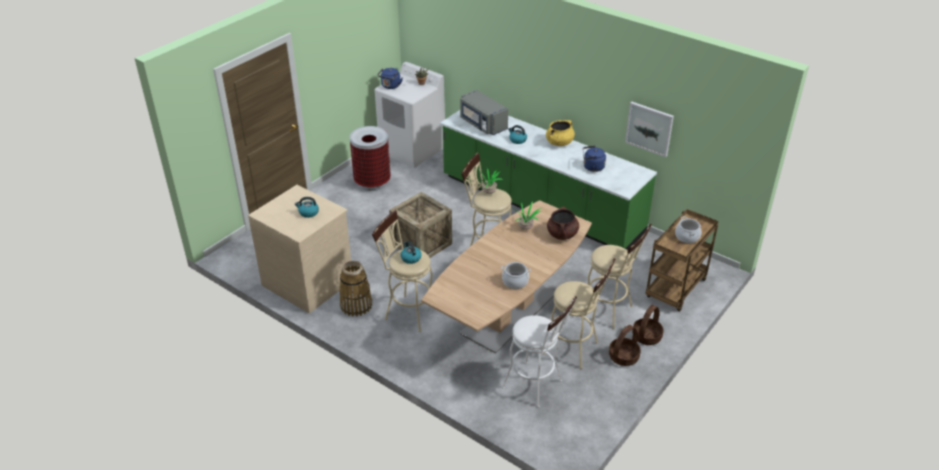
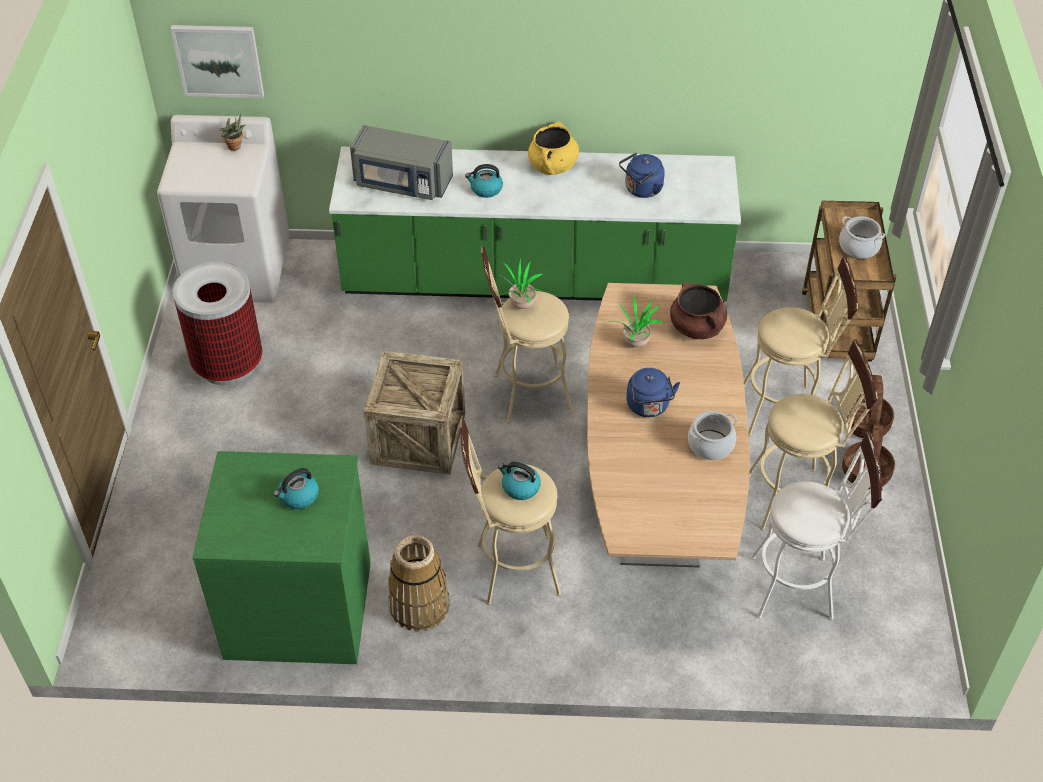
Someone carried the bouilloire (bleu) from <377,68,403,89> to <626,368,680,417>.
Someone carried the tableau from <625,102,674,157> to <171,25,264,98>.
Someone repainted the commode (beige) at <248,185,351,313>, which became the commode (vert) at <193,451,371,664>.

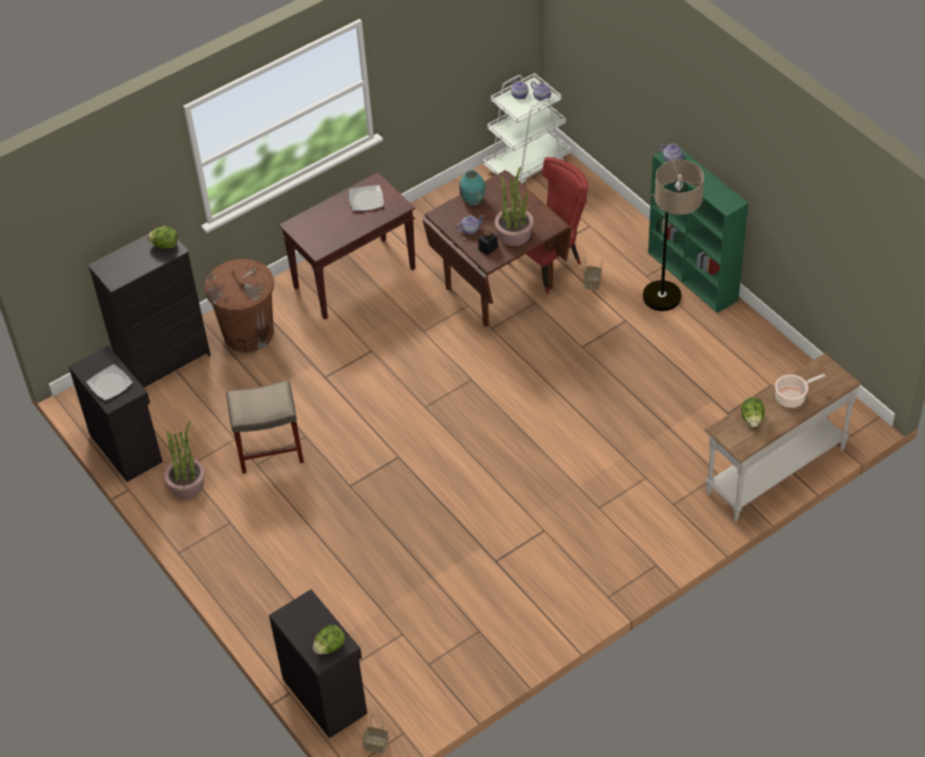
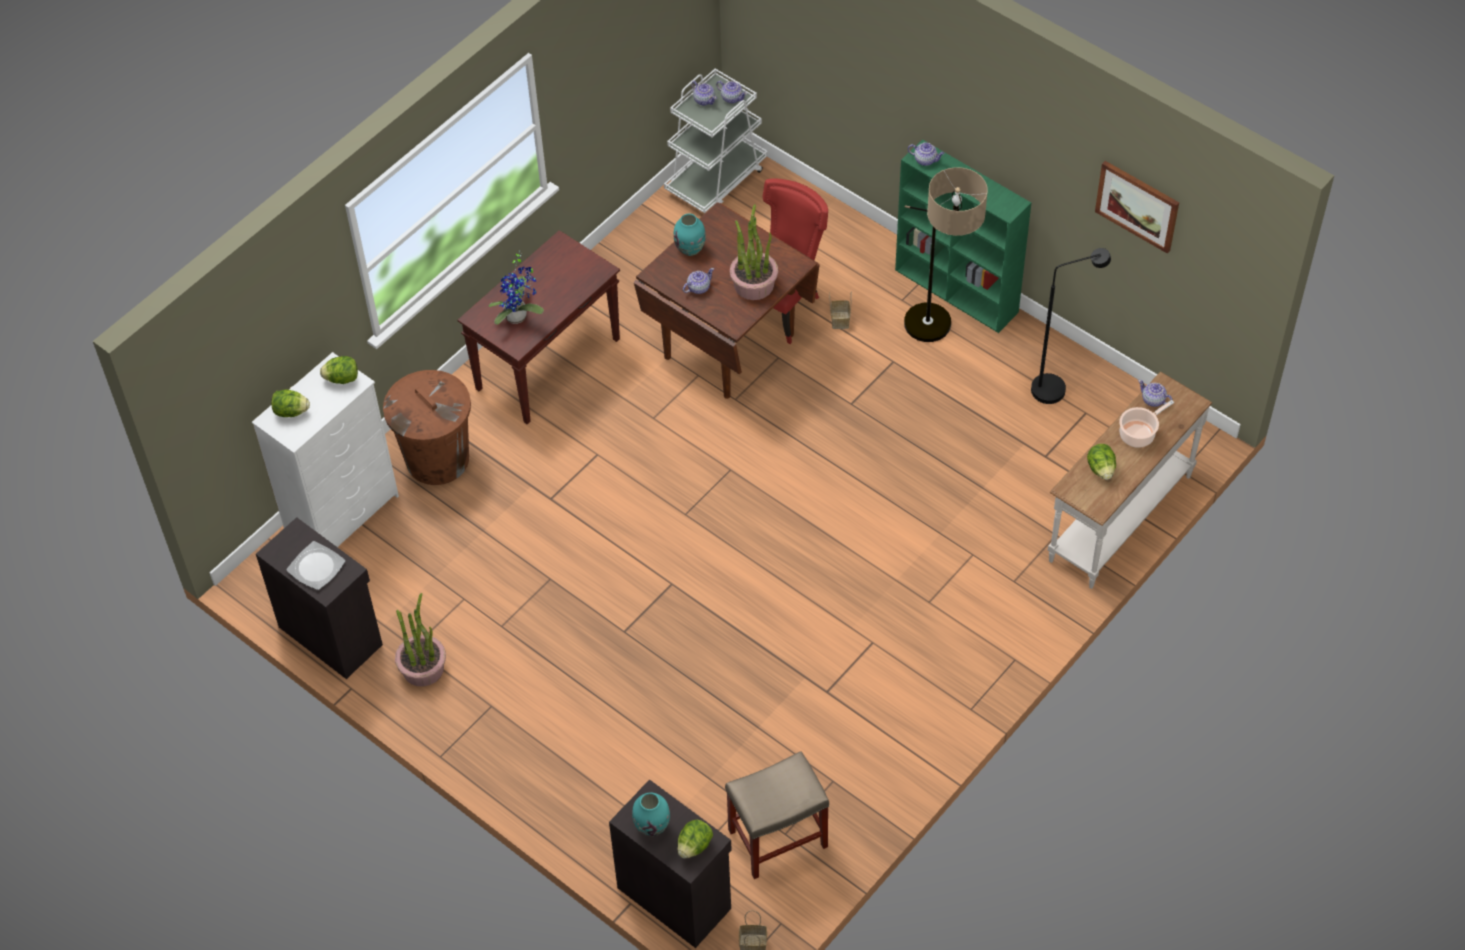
Someone took away the assiette at <349,185,384,211>.
Someone repainted the commode (noir) at <88,225,211,388>, which became the commode (blanc) at <252,352,399,547>.
Someone took away the bocal (noir) at <478,230,498,256>.
Someone carried the tabouret (beige) from <226,380,304,474> to <725,751,829,879>.
Someone put up the tableau at <1095,161,1179,253>.
Someone put down the lampadaire (noir) at <1031,248,1111,404>.
Someone put down the plante en pot at <489,250,544,325>.
Someone put down the théière at <1138,380,1173,407>.
Someone put down the laitue at <271,389,310,417>.
Someone put down the vase (turquoise) at <632,793,670,836>.

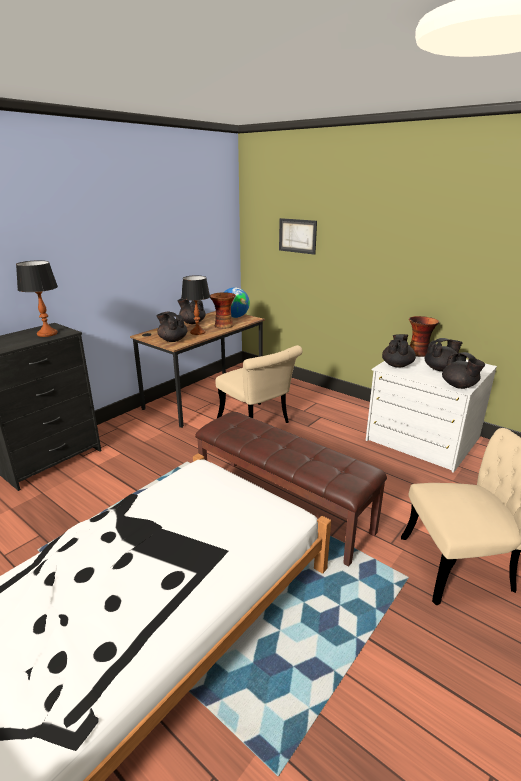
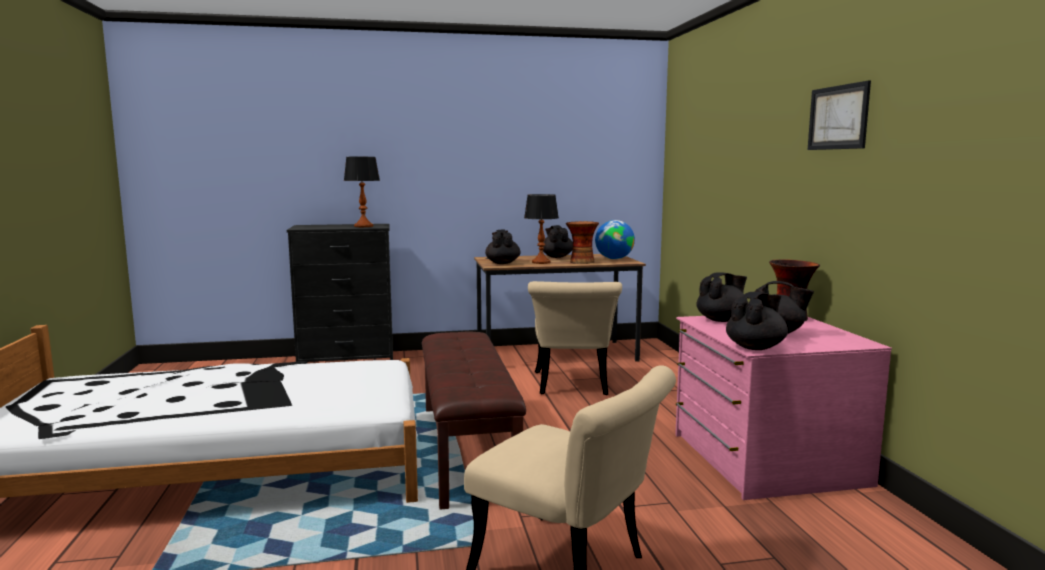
Someone carried the tableau from <279,218,317,255> to <808,80,871,150>.
Someone rotated the théière (noir) at <442,352,485,389> by 150 degrees counterclockwise.
Someone repainted the commode (blanc) at <366,356,497,473>, which became the commode (rose) at <675,316,892,500>.

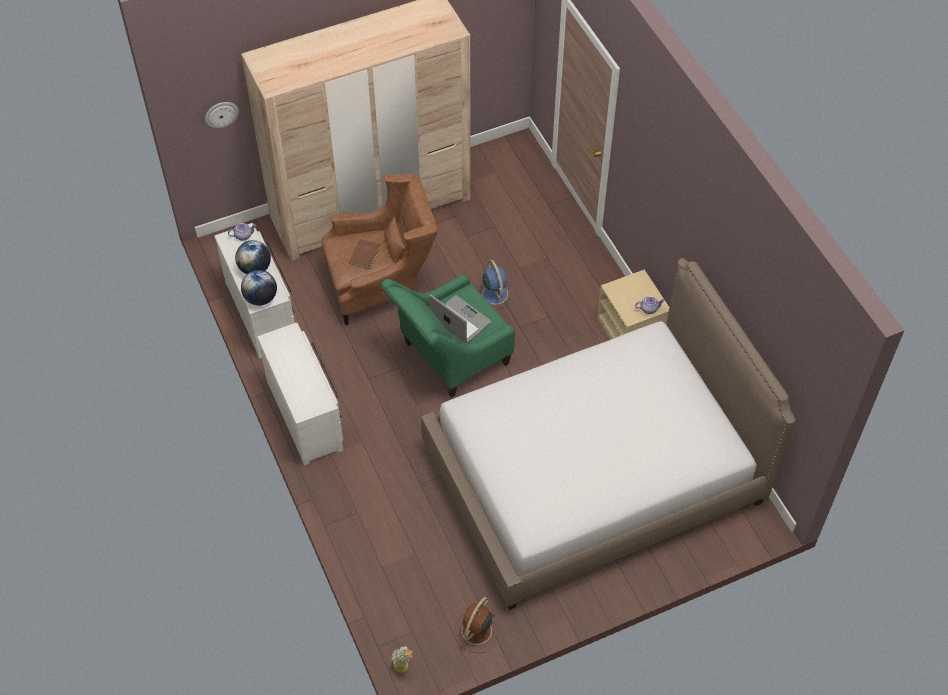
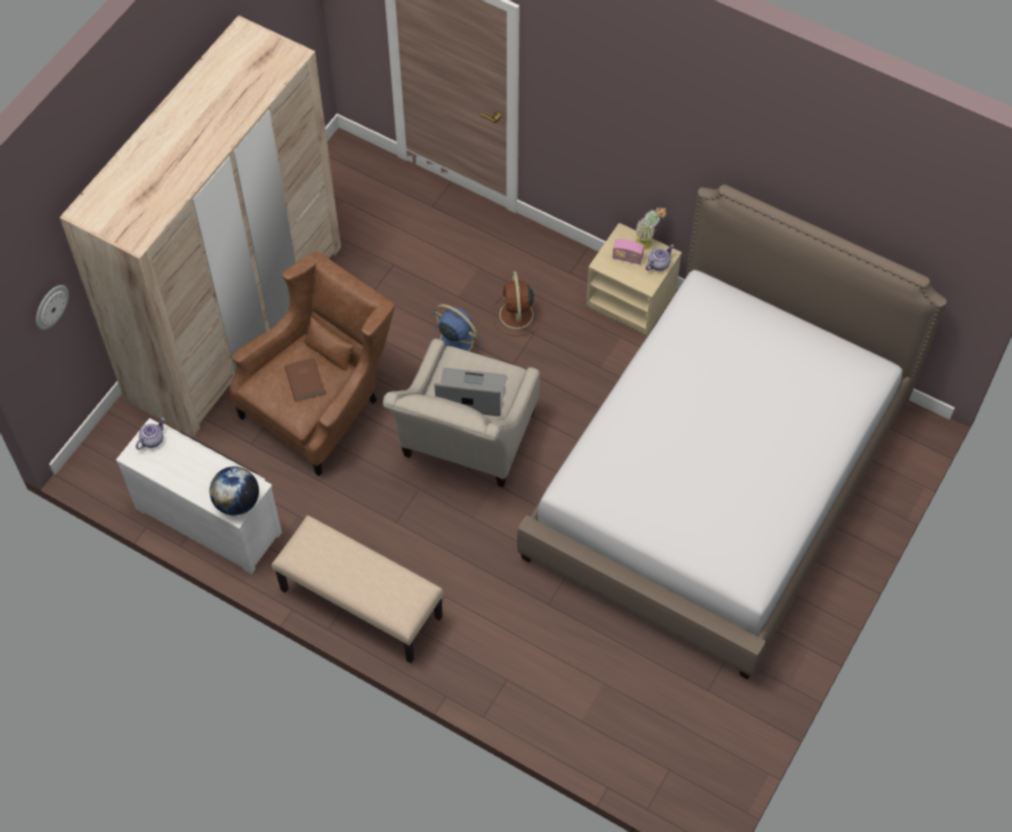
Someone took away the globe at <235,240,271,274>.
Someone repainted the fauteuil (vert) at <381,274,515,398>, which became the fauteuil (beige) at <383,339,540,487>.
Someone swapped the commode (blanc) at <257,323,343,465> for the banc (beige) at <272,515,444,663>.
Someone carried the ventilateur (marron) from <454,597,497,653> to <492,271,542,336>.
Someone carried the plante en pot from <391,646,413,673> to <636,207,667,250>.
Someone put down the radio at <612,239,644,264>.

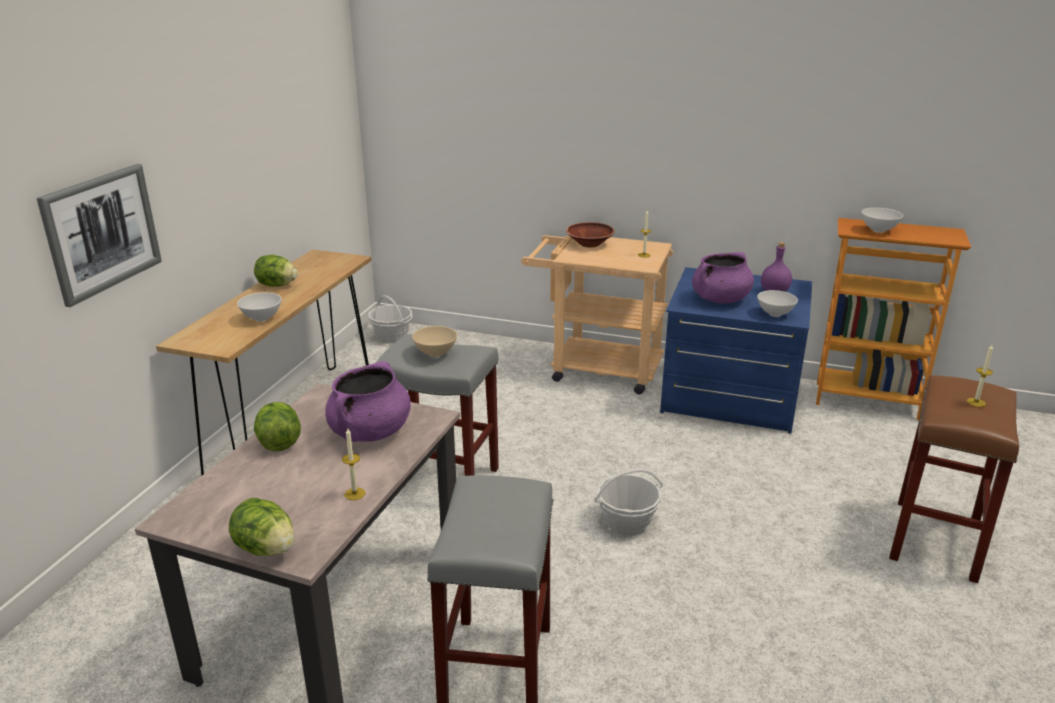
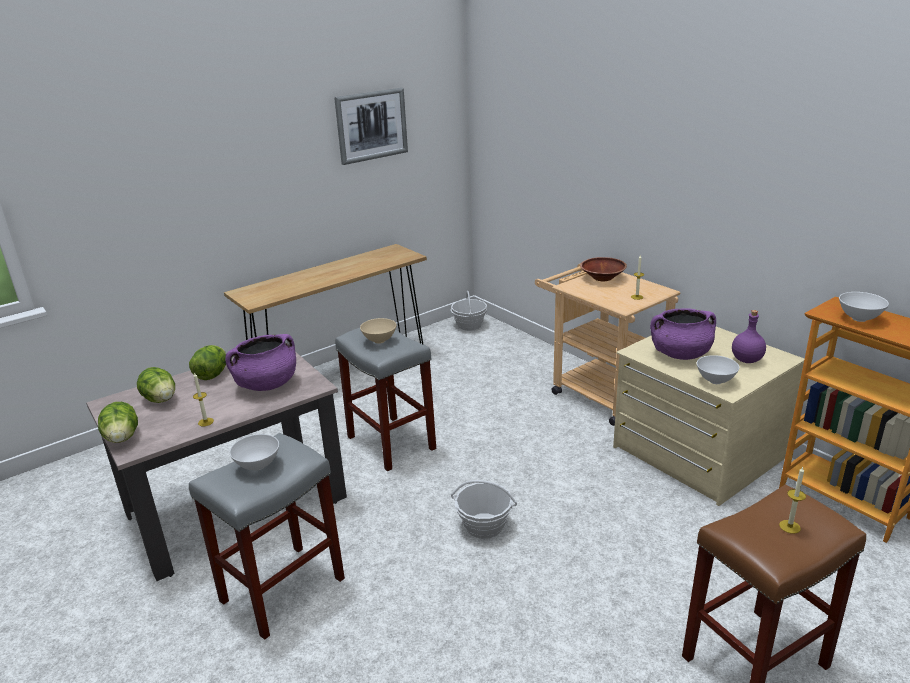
Someone carried the tableau from <37,164,162,307> to <334,88,408,165>.
Someone carried the laitue from <254,255,298,287> to <137,367,175,403>.
Someone repainted the commode (bleu) at <660,267,812,434>, which became the commode (beige) at <613,327,804,506>.
Someone carried the bol (blanc) from <237,293,282,322> to <230,434,279,470>.

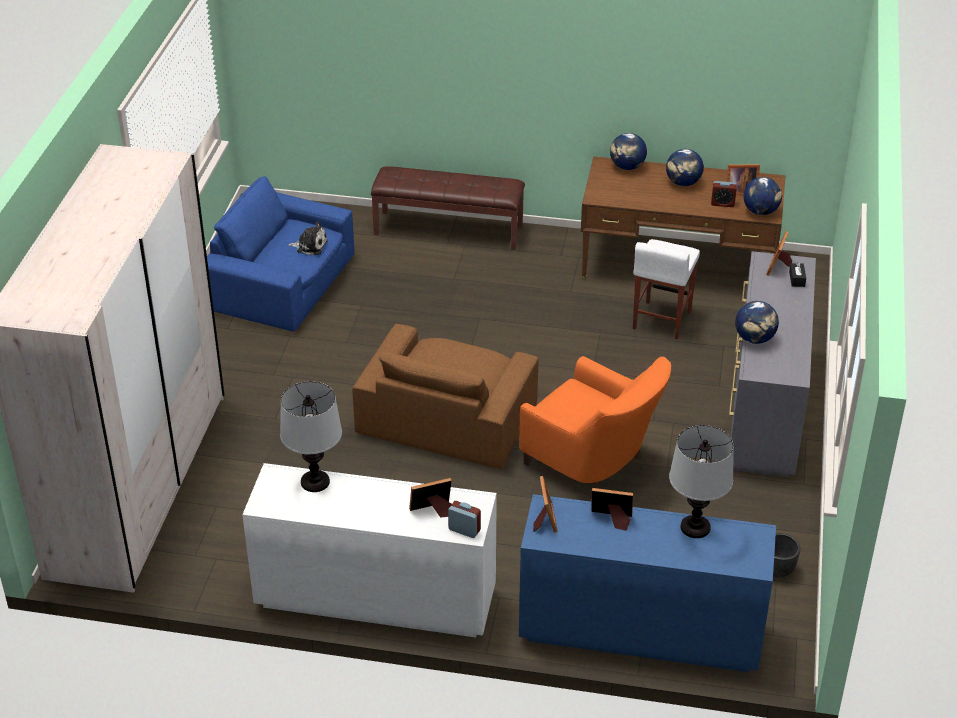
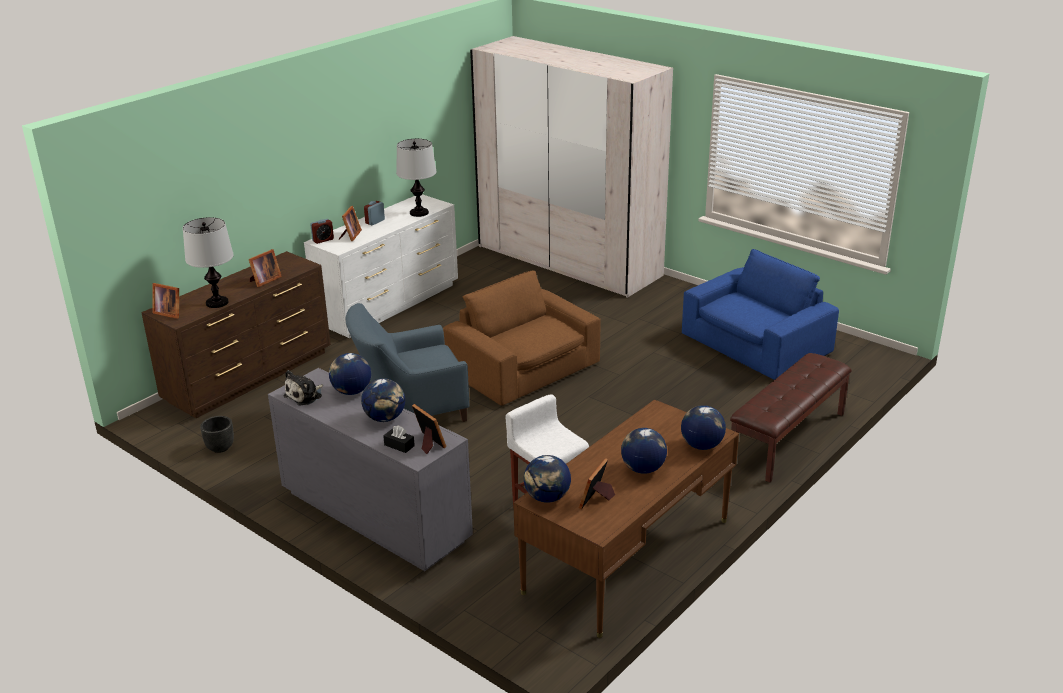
Someone carried the réveil from <711,181,737,207> to <364,201,385,225>.
Someone carried the peluche from <289,221,328,255> to <283,370,323,406>.
Someone repainted the fauteuil (orange) at <519,356,671,489>, which became the fauteuil (bleu) at <346,303,469,422>.
Someone carried the cadre photo from <533,476,558,533> to <153,283,179,319>.
Someone repainted the commode (bleu) at <519,494,776,672>, which became the commode (marron) at <141,251,331,418>.
Someone put down the globe at <361,378,405,422>.

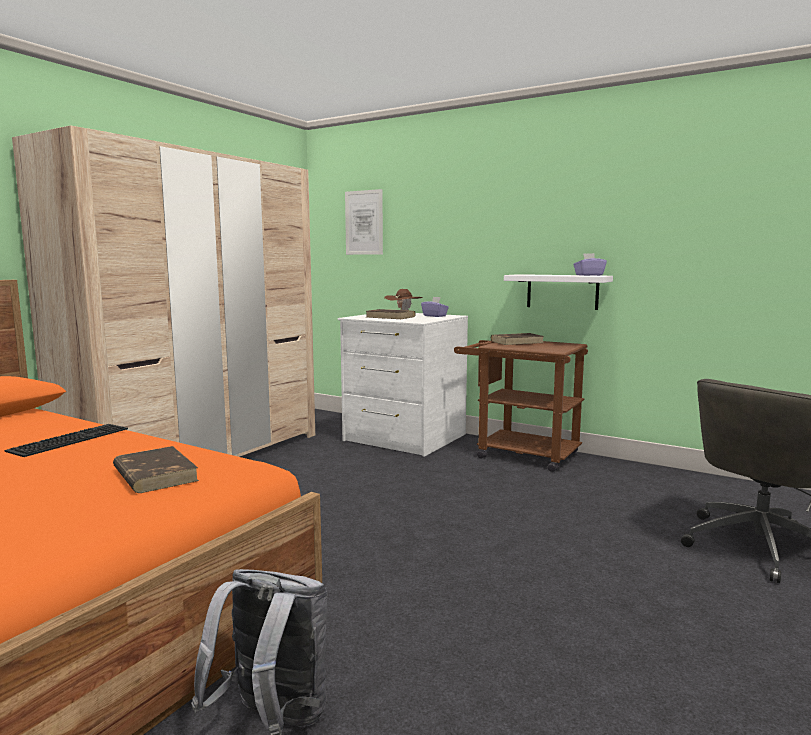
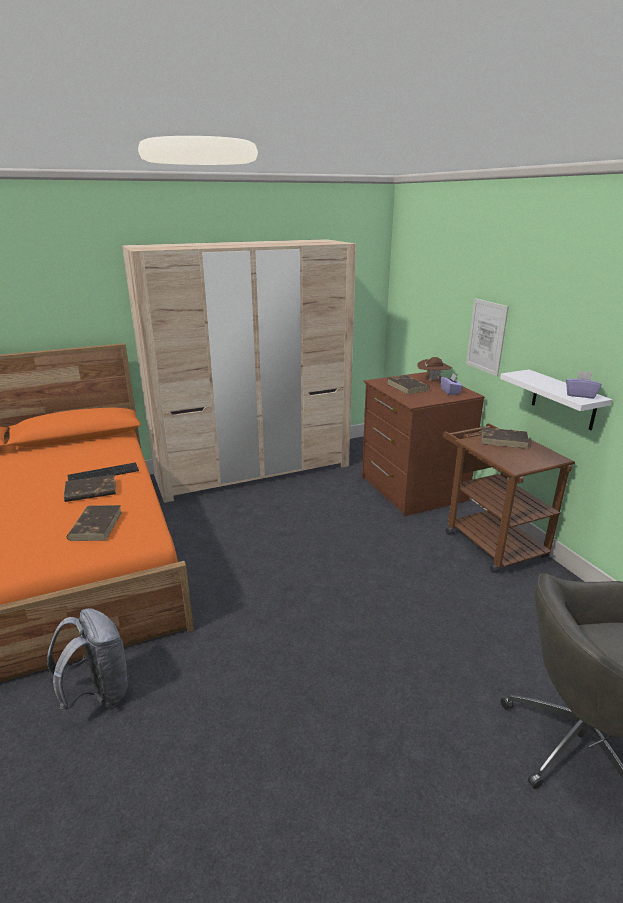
Someone carried the tableau from <345,189,383,255> to <466,298,509,376>.
Someone repainted the commode (blanc) at <338,313,468,457>, which became the commode (marron) at <362,372,484,516>.
Someone put down the livre (marron) at <64,474,116,502>.

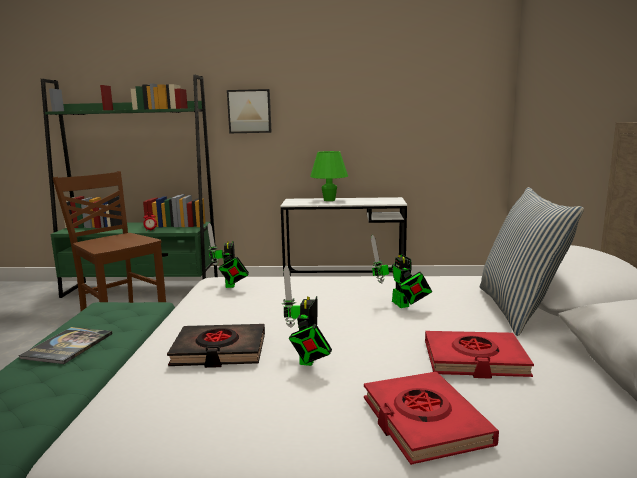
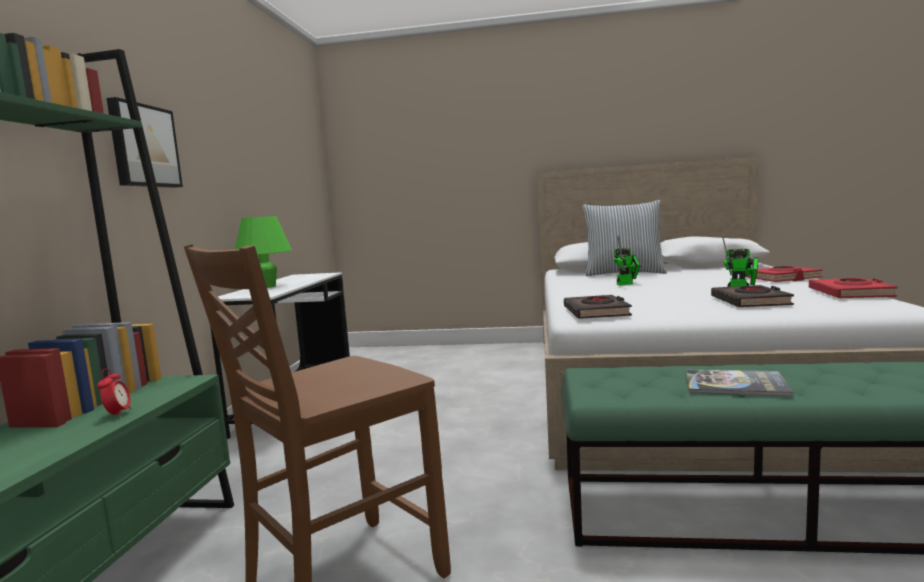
Someone swapped the robot jouet at <207,223,249,288> for the livre (noir) at <564,295,632,319>.
Someone carried the livre (rouge) from <425,331,534,379> to <809,278,898,298>.

